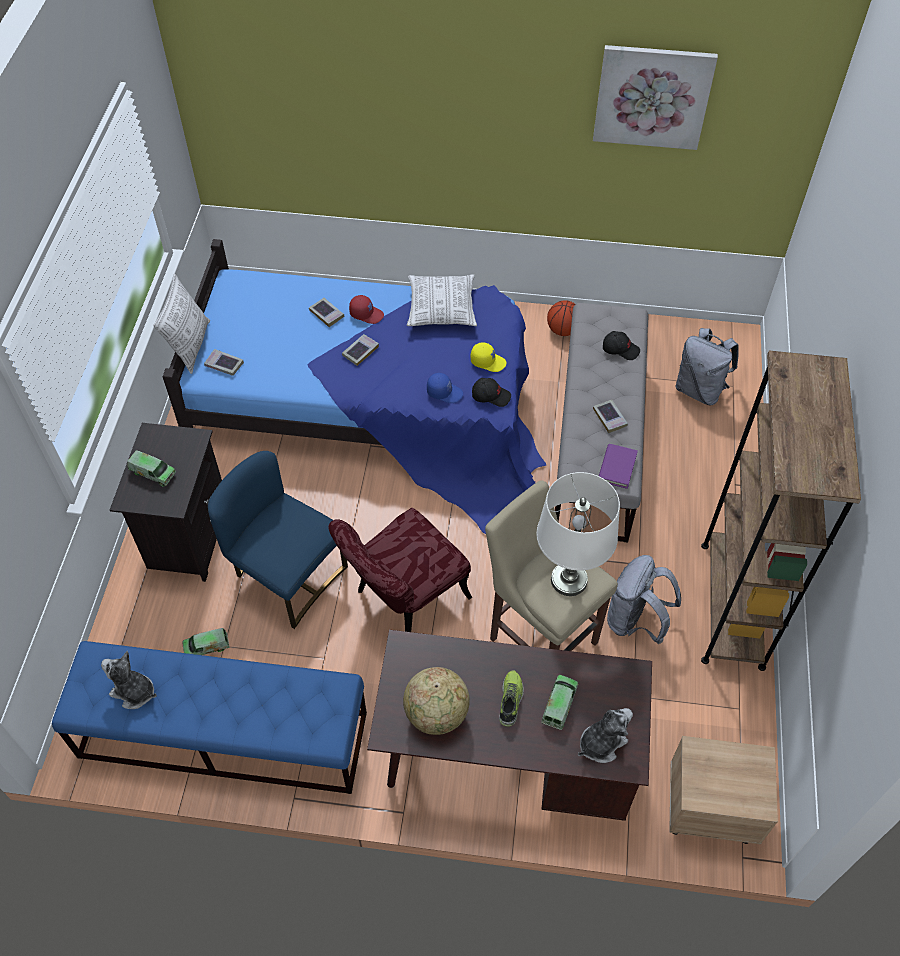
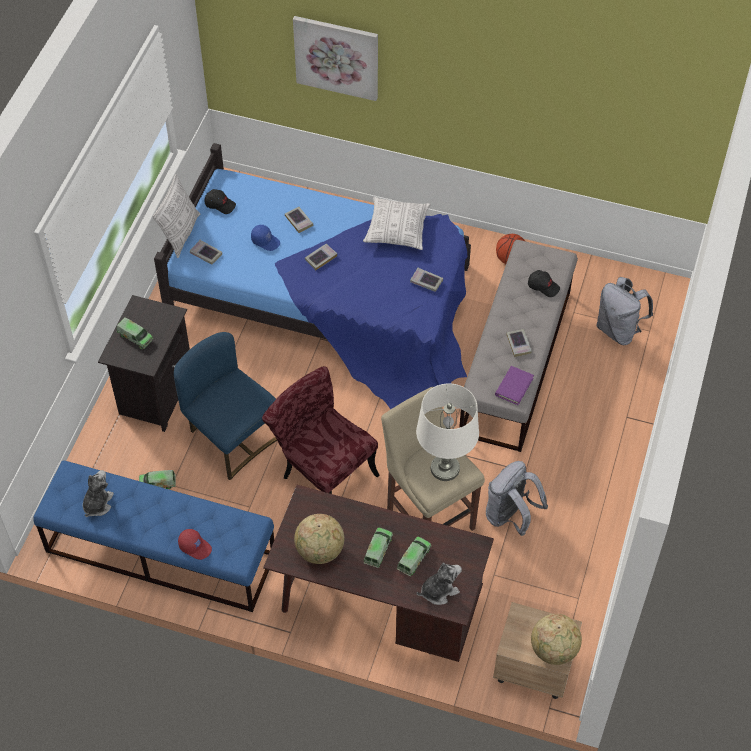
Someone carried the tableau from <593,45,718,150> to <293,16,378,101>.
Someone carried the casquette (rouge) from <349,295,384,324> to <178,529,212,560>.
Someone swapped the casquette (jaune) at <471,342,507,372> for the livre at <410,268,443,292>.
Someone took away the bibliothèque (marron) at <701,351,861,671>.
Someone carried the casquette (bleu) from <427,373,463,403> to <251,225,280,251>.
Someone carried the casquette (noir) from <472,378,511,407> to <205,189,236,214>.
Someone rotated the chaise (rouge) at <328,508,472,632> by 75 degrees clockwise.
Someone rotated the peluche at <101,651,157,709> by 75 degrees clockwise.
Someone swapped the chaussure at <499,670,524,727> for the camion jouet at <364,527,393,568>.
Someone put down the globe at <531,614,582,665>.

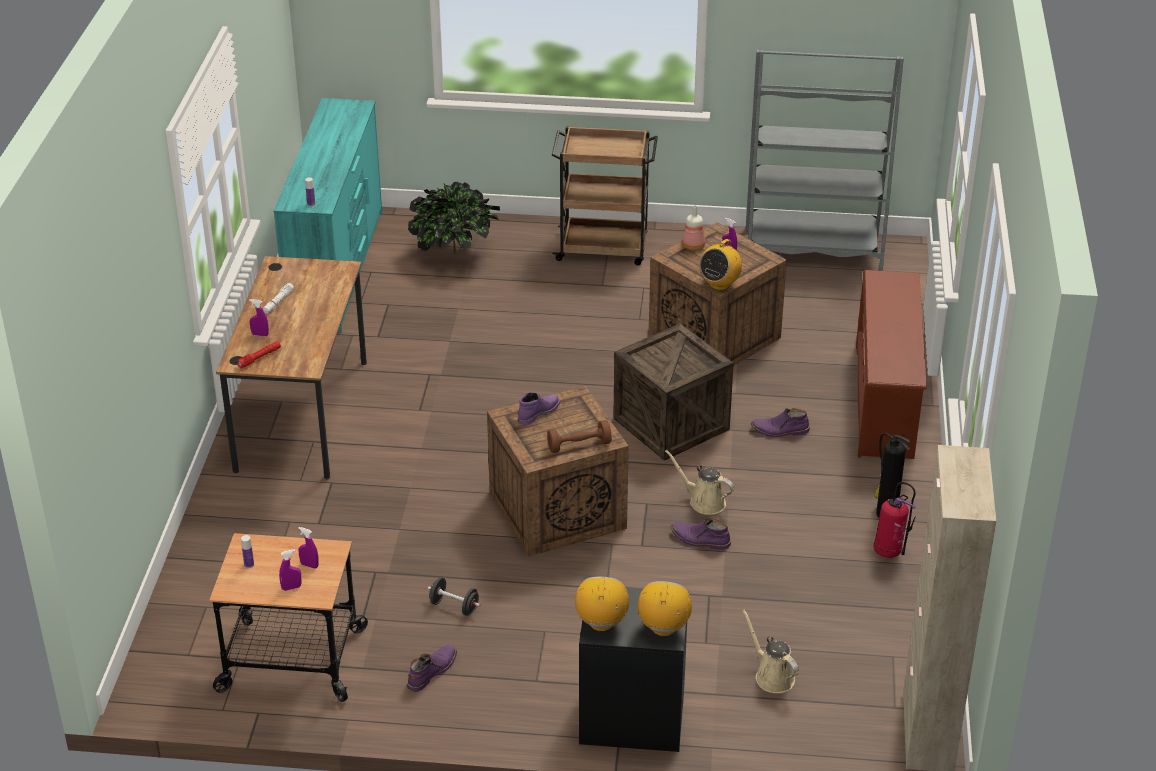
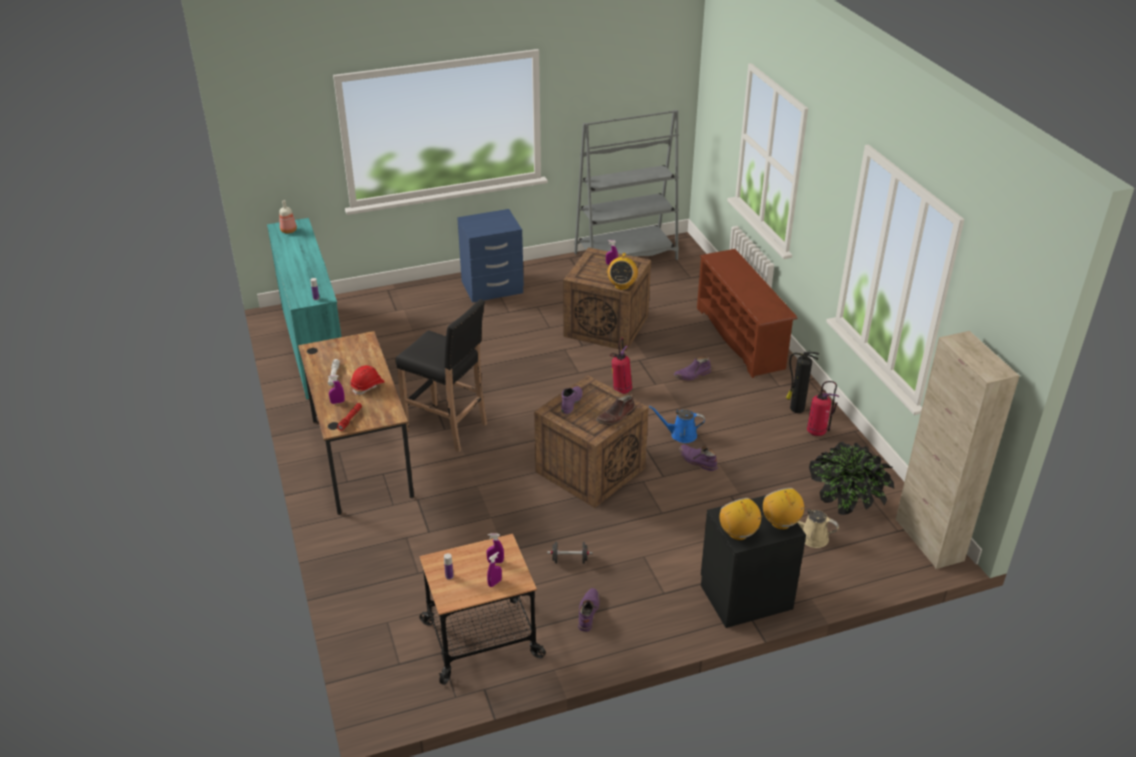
Someone swapped the chariot (marron) at <552,126,658,265> for the table de chevet (bleu) at <457,209,524,303>.
Someone carried the plante en pot from <408,182,500,254> to <809,442,894,515>.
Someone carried the bouteille from <682,205,705,251> to <279,200,297,234>.
Someone swapped the caisse at <613,323,734,461> for the extincteur at <610,338,632,394>.
Someone swapped the haltère (marron) at <547,420,612,453> for the botte (marron) at <596,393,635,425>.
Someone repainted the arrosoir (beige) at <665,450,734,515>, which became the arrosoir (bleu) at <649,406,705,443>.
Someone rotated the botte (violet) at <671,518,731,550> by 45 degrees clockwise.
Someone put down the tabouret (noir) at <395,299,487,452>.
Someone put down the casque de chantier (rouge) at <350,365,385,395>.

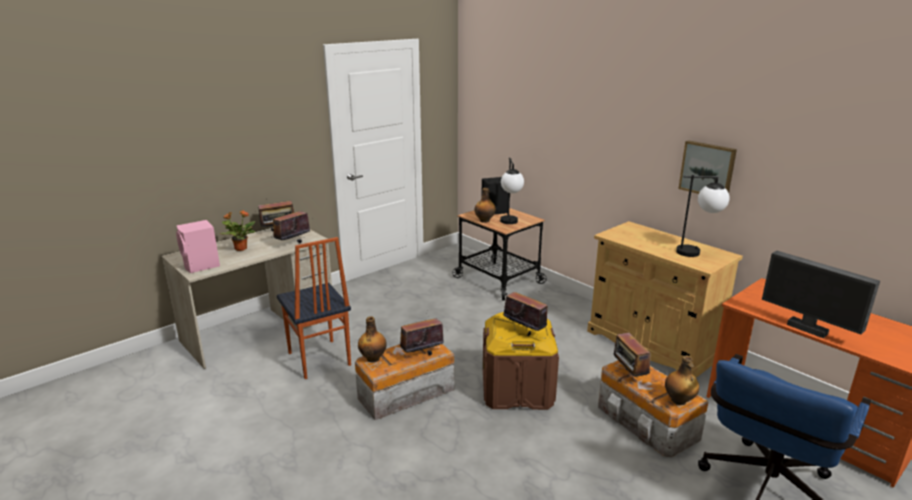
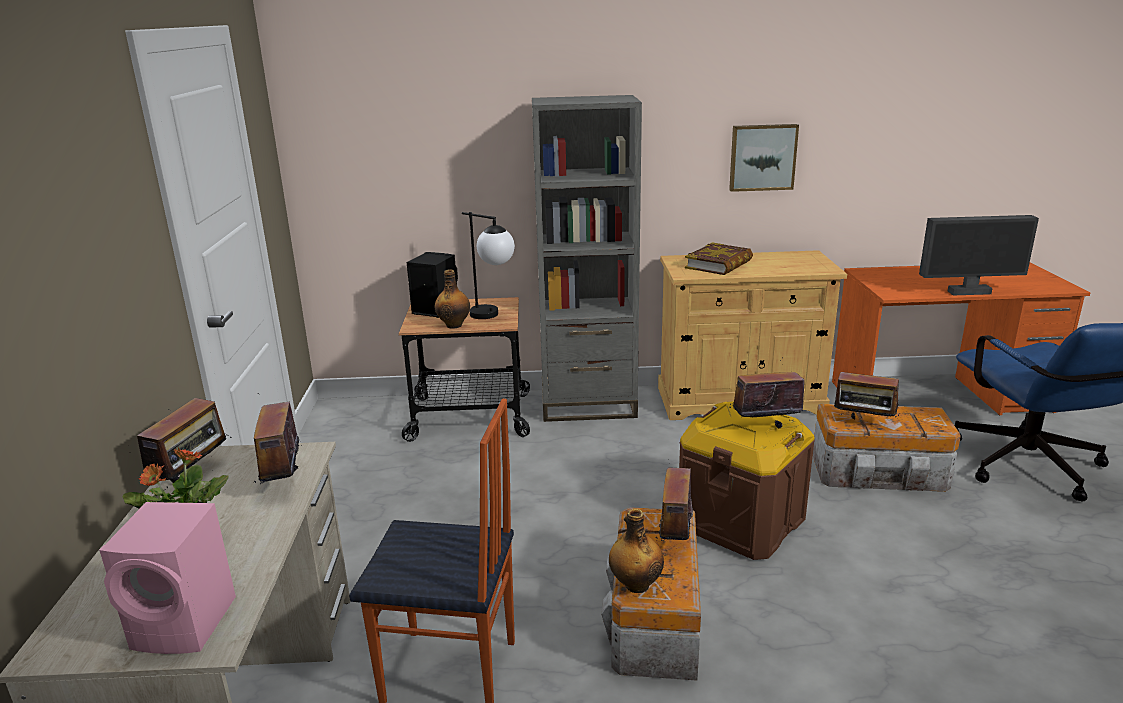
Someone took away the lampe de table at <676,175,730,257>.
Someone took away the bouteille at <665,356,699,405>.
Someone put down the bibliothèque (gris) at <532,95,642,422>.
Someone put down the livre at <685,243,753,275>.

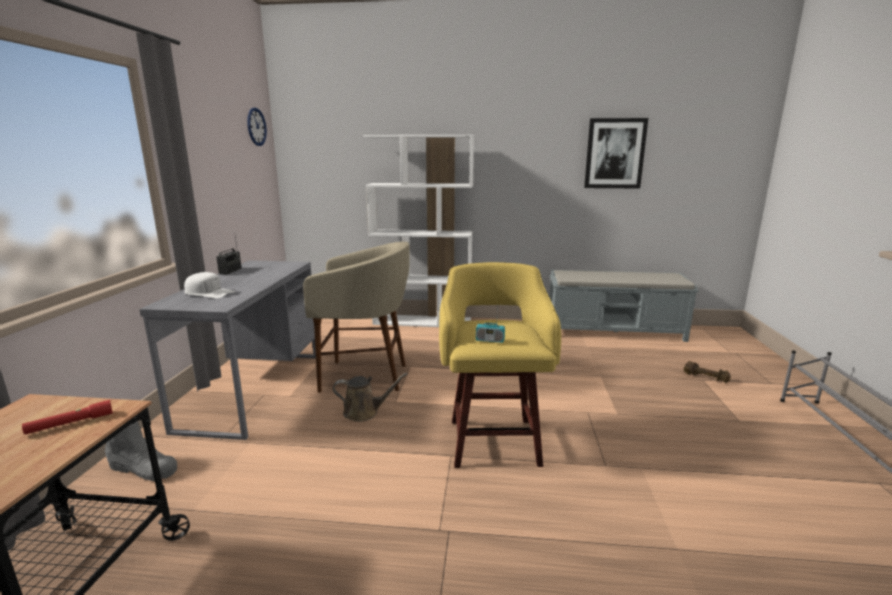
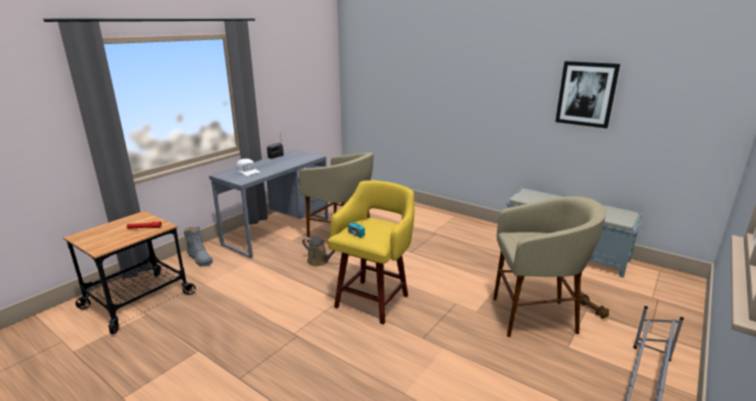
Someone took away the horloge murale at <247,108,267,146>.
Someone took away the bibliothèque (blanc) at <363,134,474,327>.
Someone put down the tabouret (beige) at <493,196,606,337>.

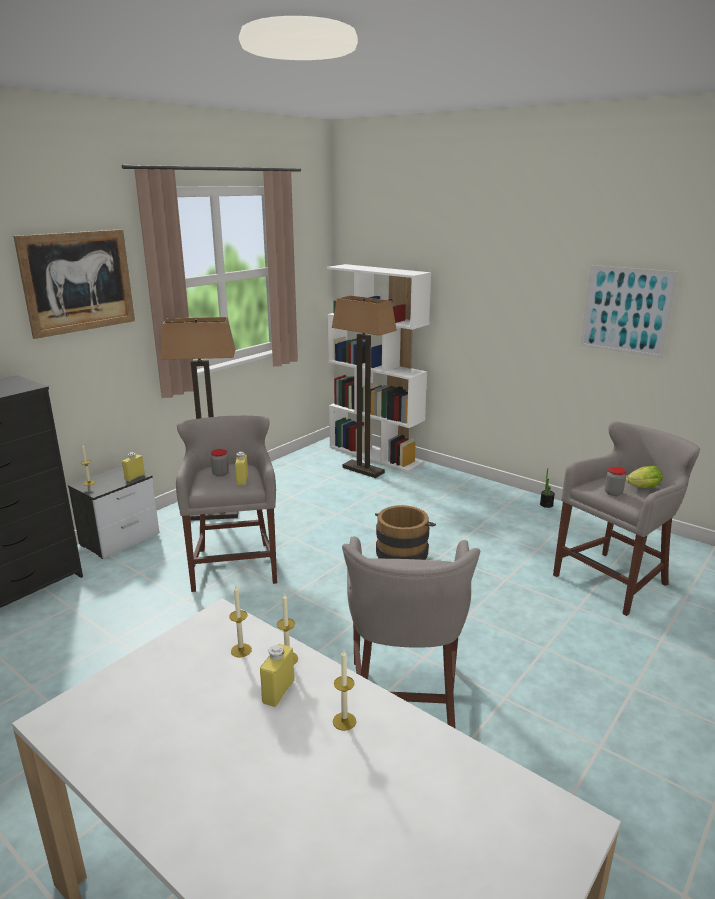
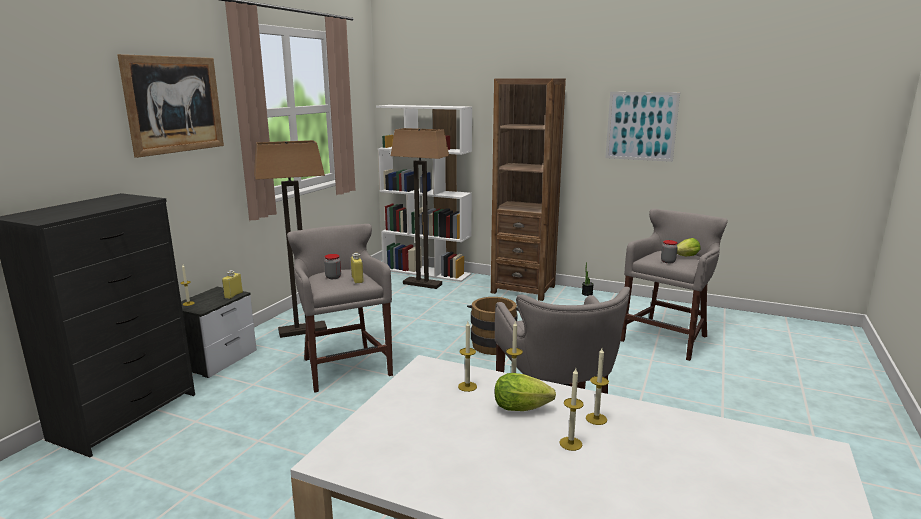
Someone swapped the bouteille (jaune) at <260,644,295,707> for the laitue at <495,373,556,411>.
Someone put down the bibliothèque (marron) at <491,78,566,301>.
Someone put down the bougie at <559,368,584,451>.

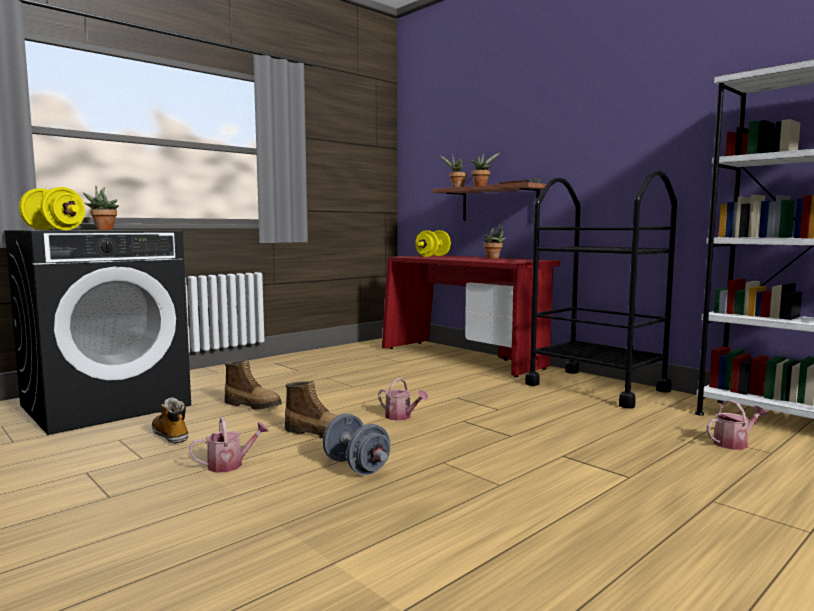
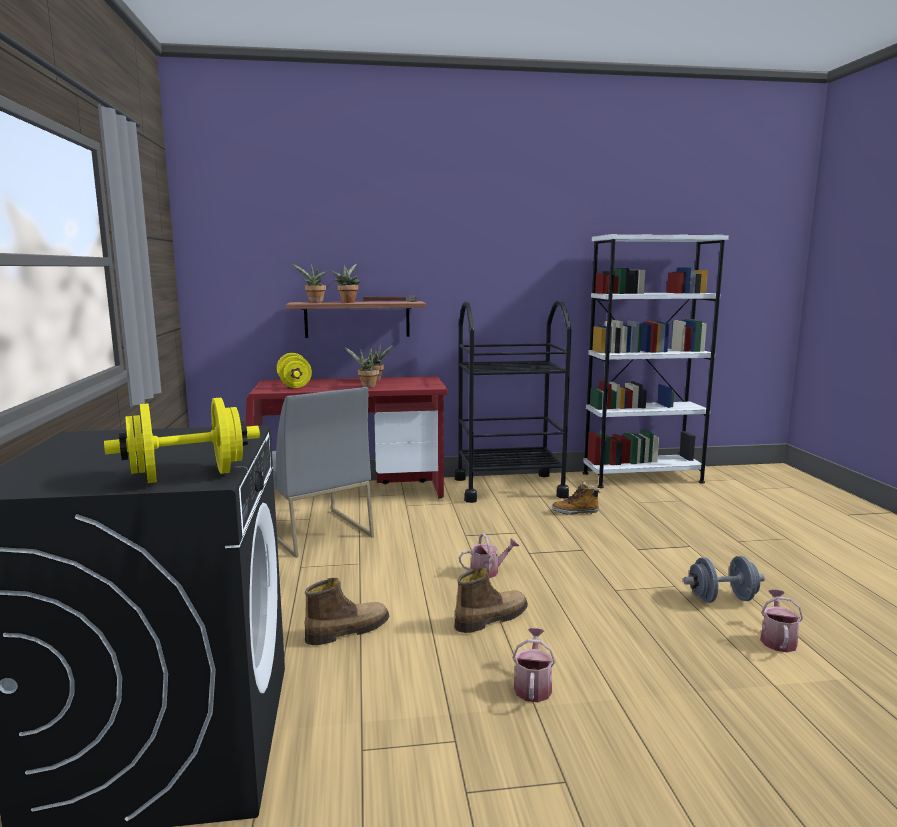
Someone carried the plante en pot from <83,186,119,230> to <345,348,379,388>.
Someone carried the botte from <152,397,188,444> to <552,482,600,515>.
Someone carried the arrosoir from <707,400,767,450> to <760,589,803,652>.
Someone carried the haltère (gris) from <323,413,390,475> to <683,556,765,603>.
Someone put down the chaise (gris) at <272,387,374,558>.

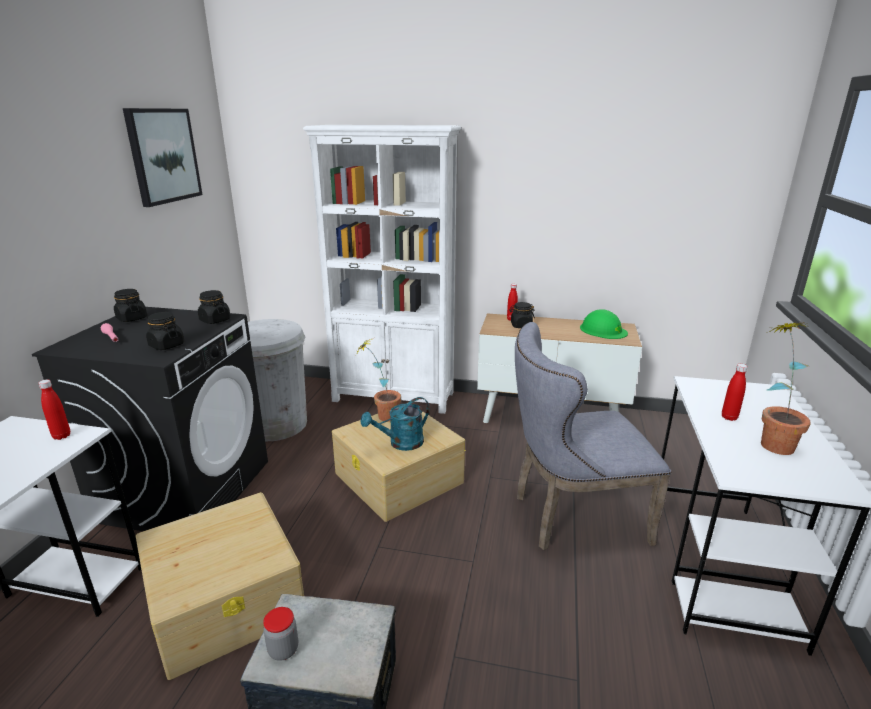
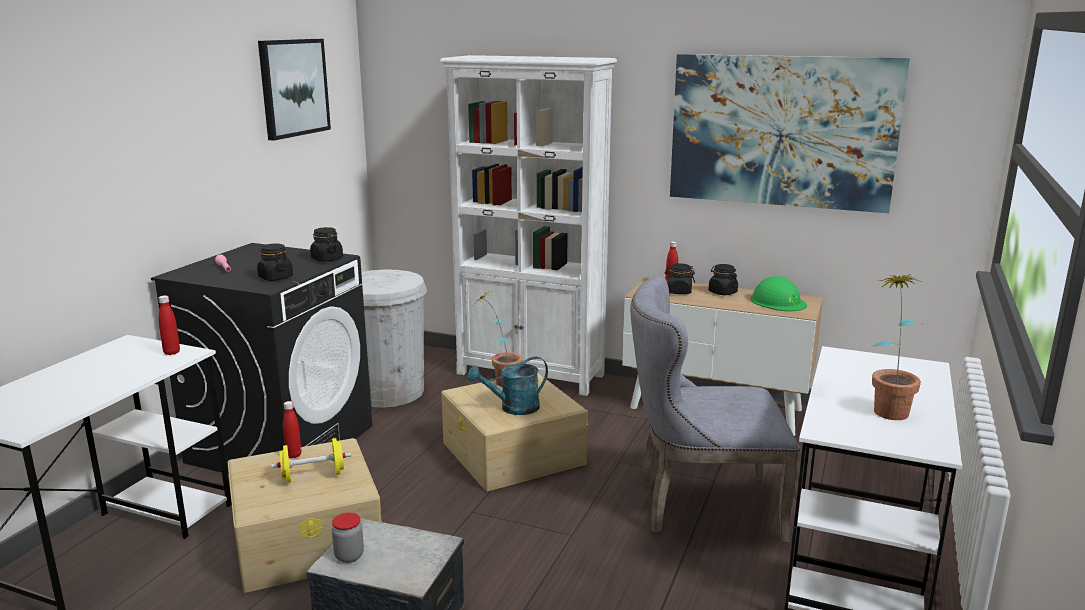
Someone carried the bocal (noir) from <114,289,147,322> to <708,264,738,295>.
Someone carried the bouteille (rouge) from <722,364,748,421> to <283,401,302,458>.
Someone put up the tableau at <670,54,910,213>.
Someone put down the haltère (jaune) at <271,438,351,483>.

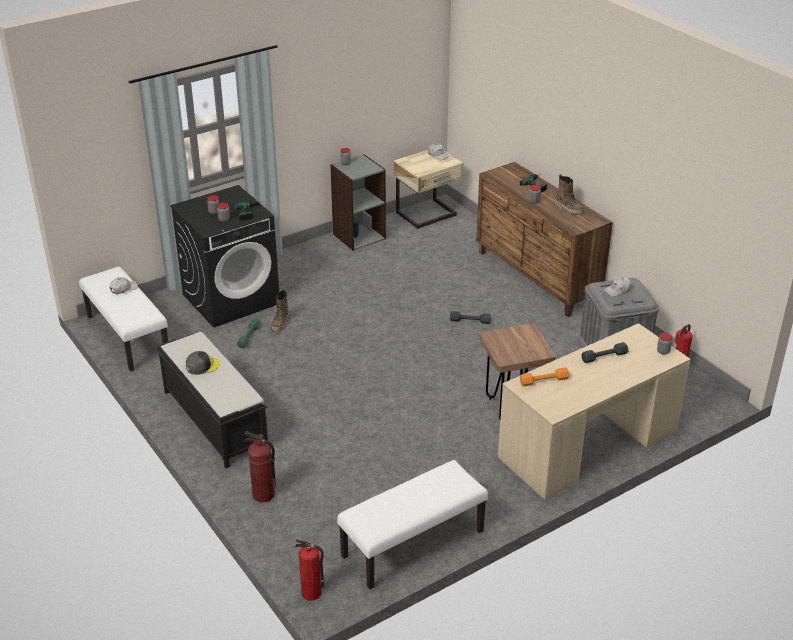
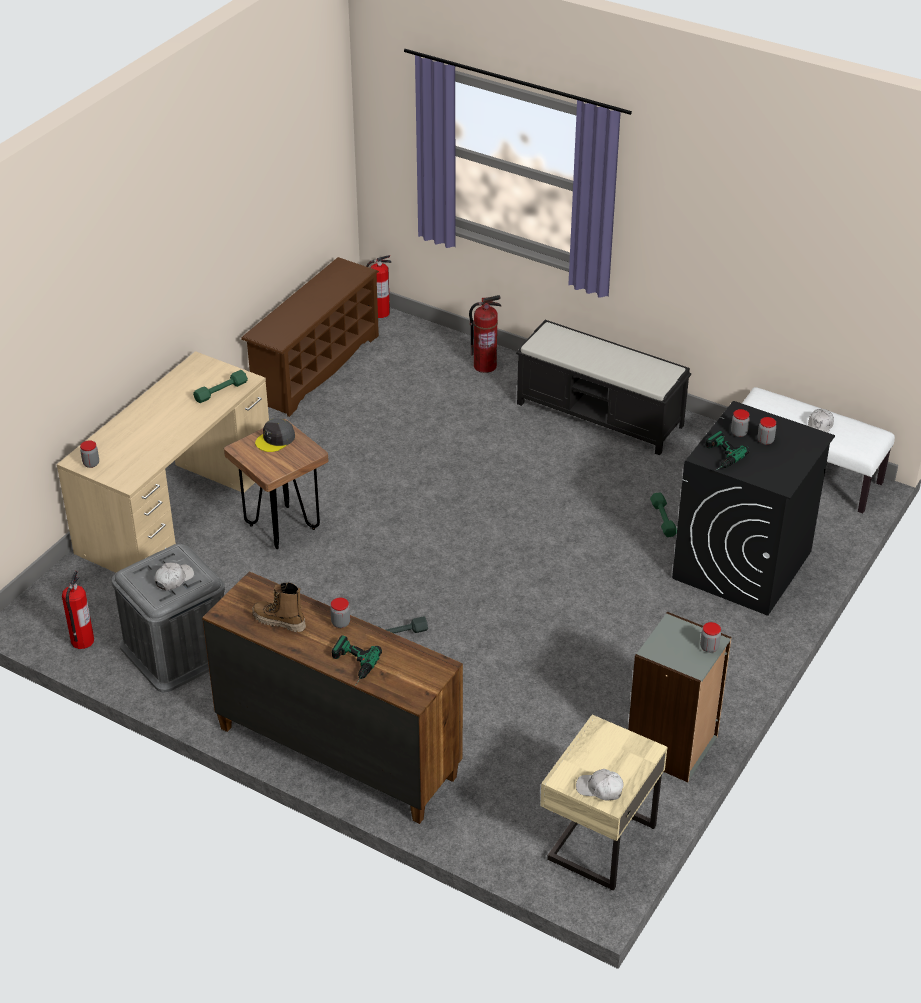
Someone took away the botte at <271,288,289,332>.
Someone took away the haltère (gris) at <581,342,628,363>.
Someone carried the casquette (gris) from <186,351,219,375> to <255,418,295,452>.
Someone repainted the haltère (orange) at <520,367,569,386>, which became the haltère (vert) at <193,370,248,403>.
Someone swapped the banc (blanc) at <337,460,488,589> for the étagère à chaussures (marron) at <241,257,379,417>.

